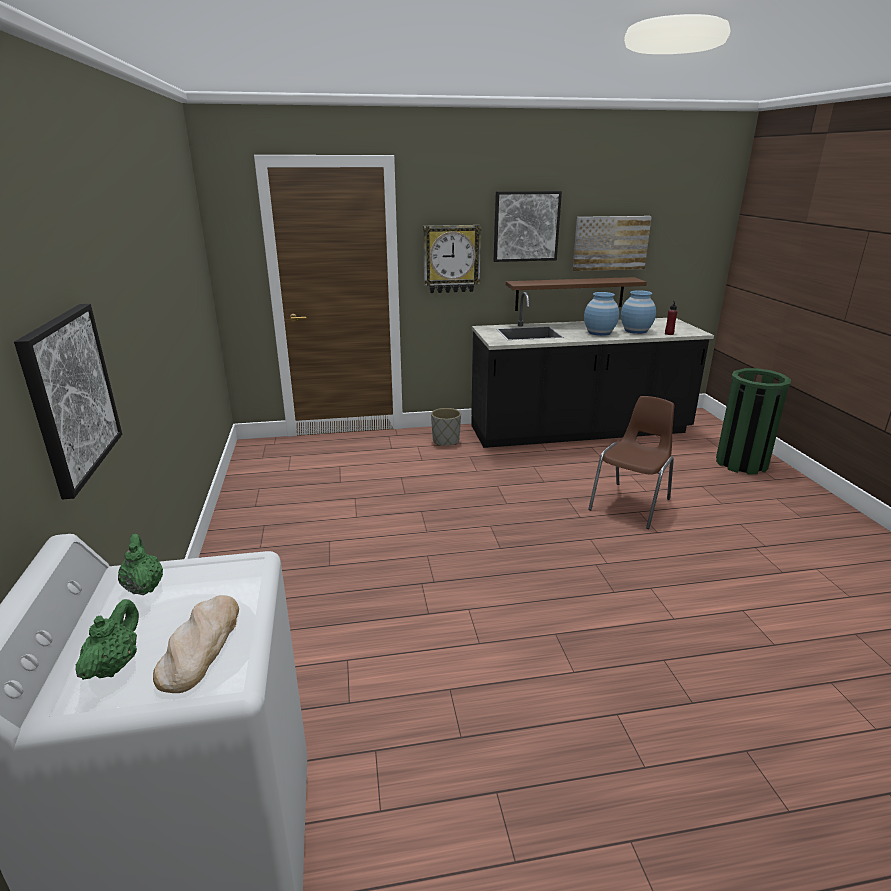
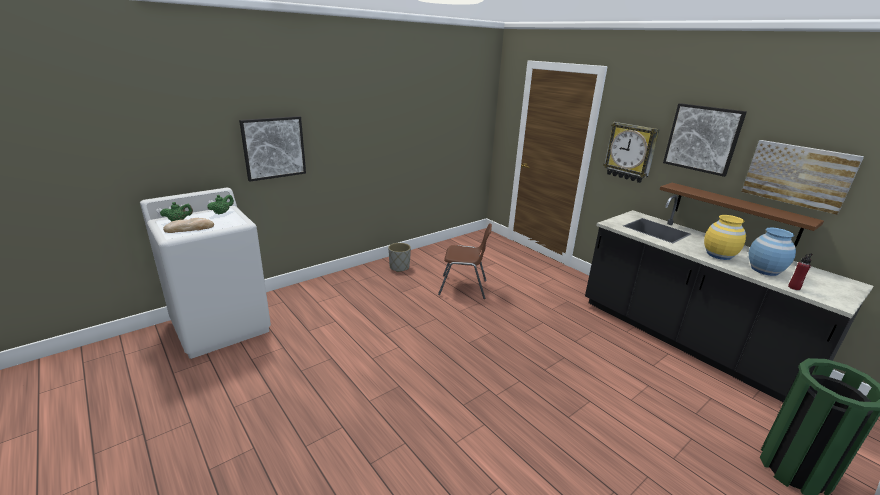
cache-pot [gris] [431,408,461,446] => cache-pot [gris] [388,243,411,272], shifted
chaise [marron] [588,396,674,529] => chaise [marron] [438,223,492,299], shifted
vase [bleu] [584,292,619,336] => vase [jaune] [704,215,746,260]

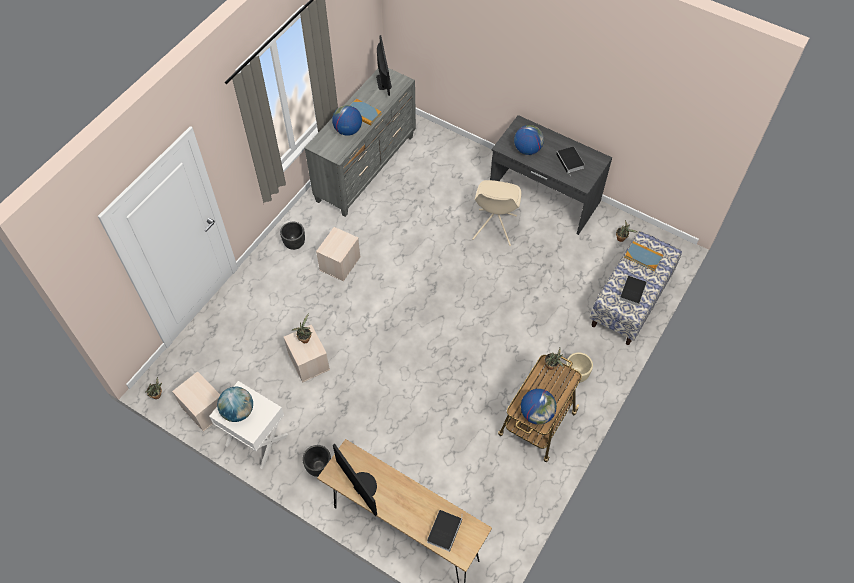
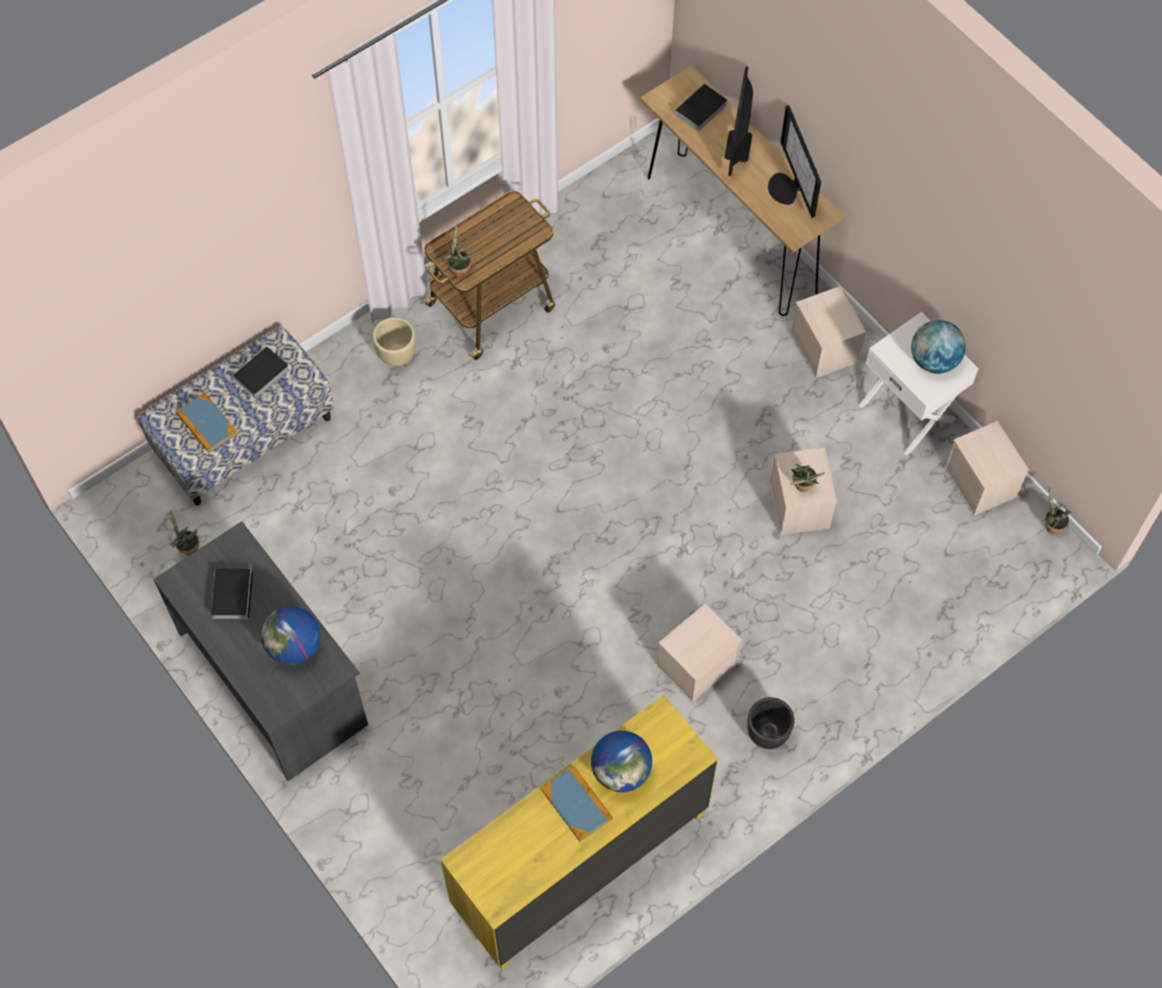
chaise [beige] [472,180,521,246] => nothing
globe [521,389,557,425] => nothing
écran d'ordinateur [376,35,392,96] => écran d'ordinateur [725,66,753,176], shifted
cache-pot [noir] [302,445,331,477] => boîte de rangement [beige] [790,286,866,378]
commode [gris] [305,68,416,217] => commode [jaune] [440,695,718,969]

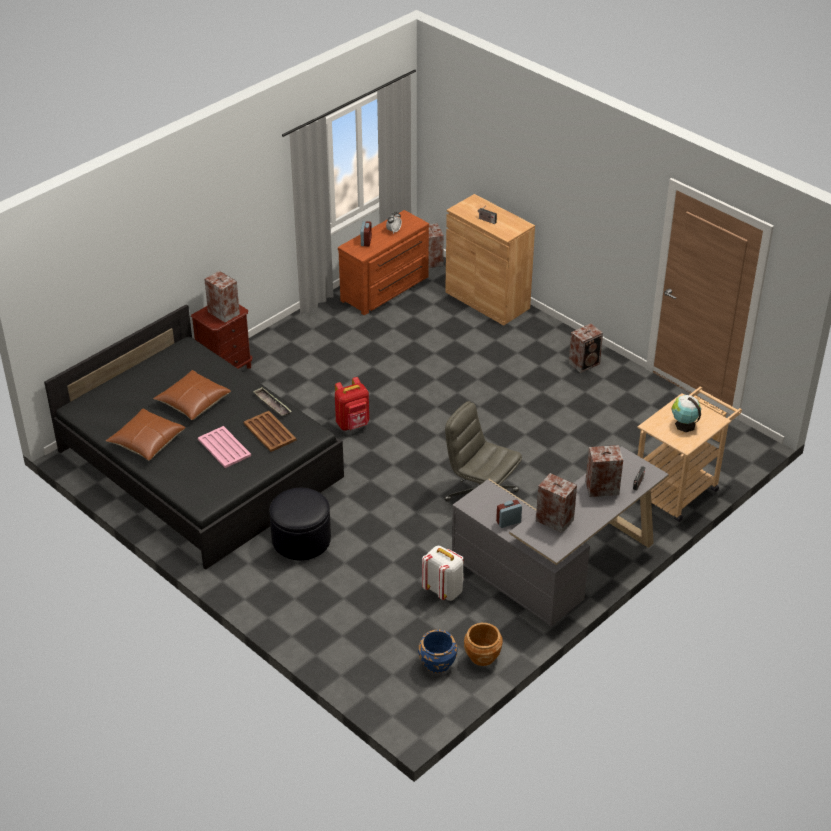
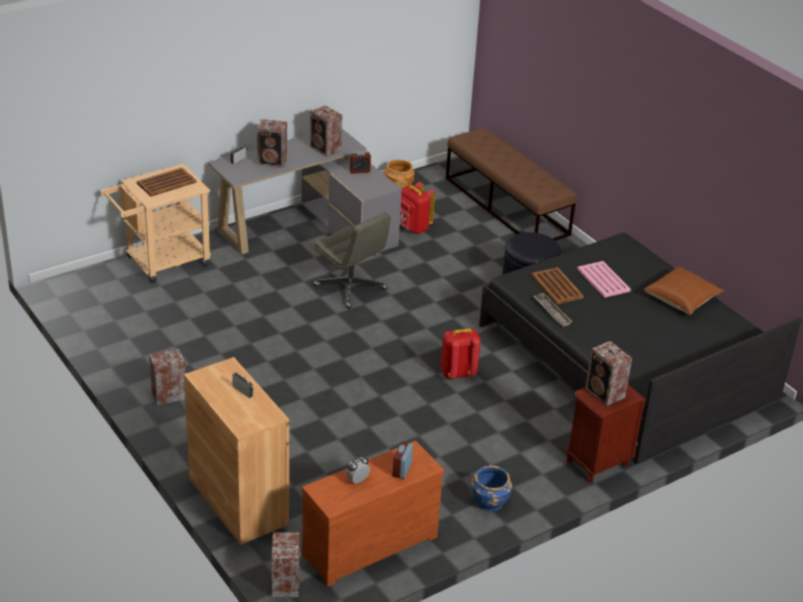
coussin [marron] [153,370,231,420] => nothing
nothing => banc [marron] [446,128,577,241]
cache-pot [bleu] [418,630,458,673] => cache-pot [bleu] [471,466,512,512], shifted
globe [672,395,701,432] => plateau [marron] [137,168,197,197]
sac à dos [blanc] [422,546,464,601] => sac à dos [rouge] [400,182,435,234]

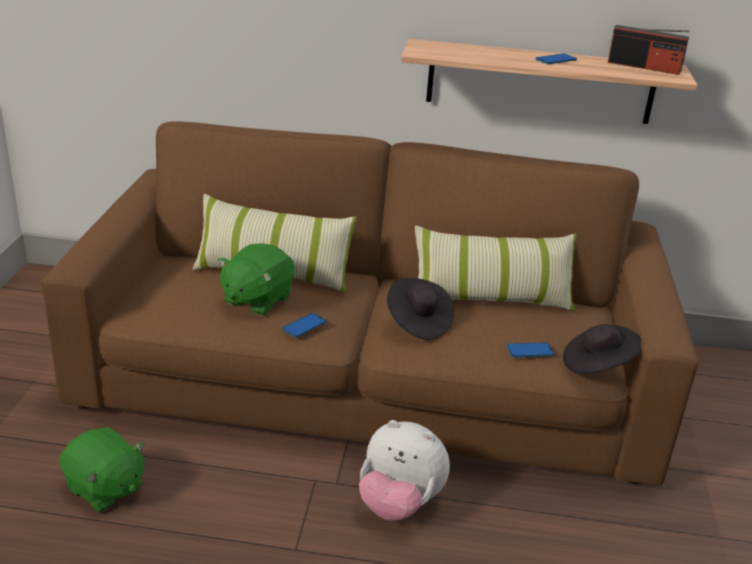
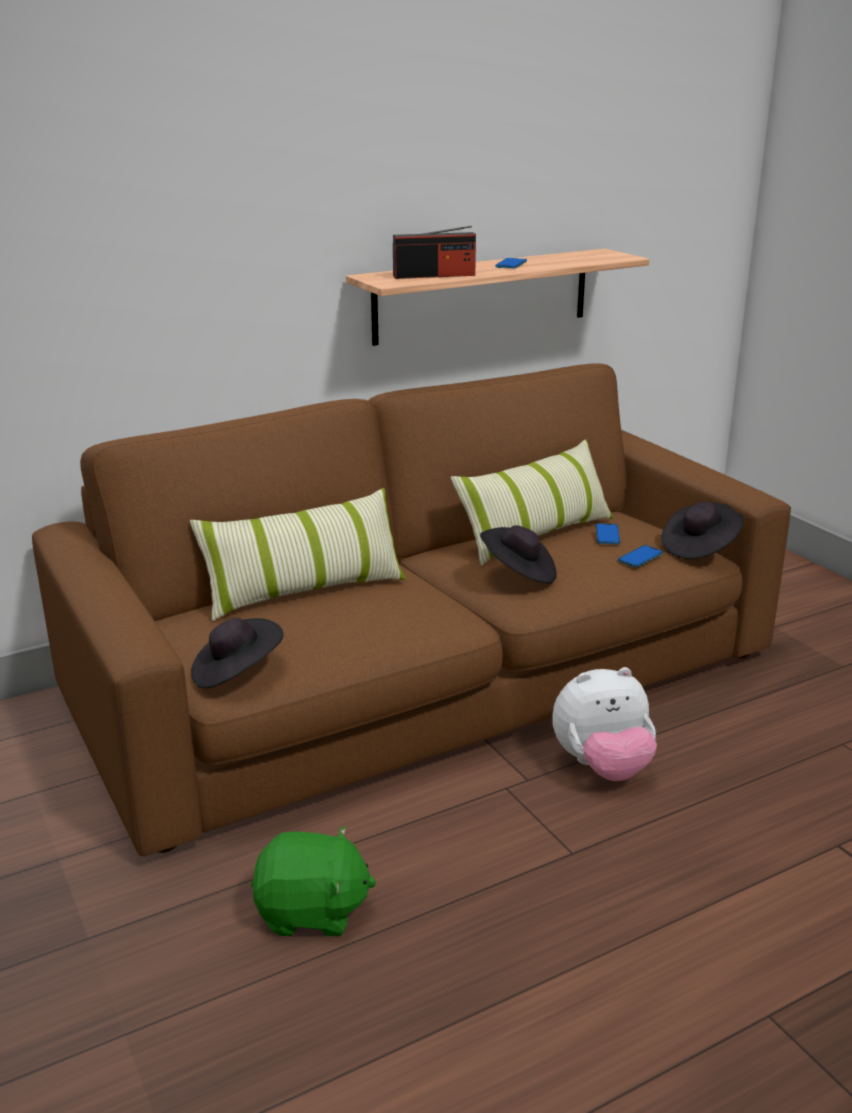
peluche [vert] [217,243,295,316] => nothing
nothing => chapeau [noir] [191,618,283,688]
téléphone [282,313,326,338] => téléphone [596,523,620,544], shifted
radio [608,25,689,75] => radio [393,226,476,279], shifted

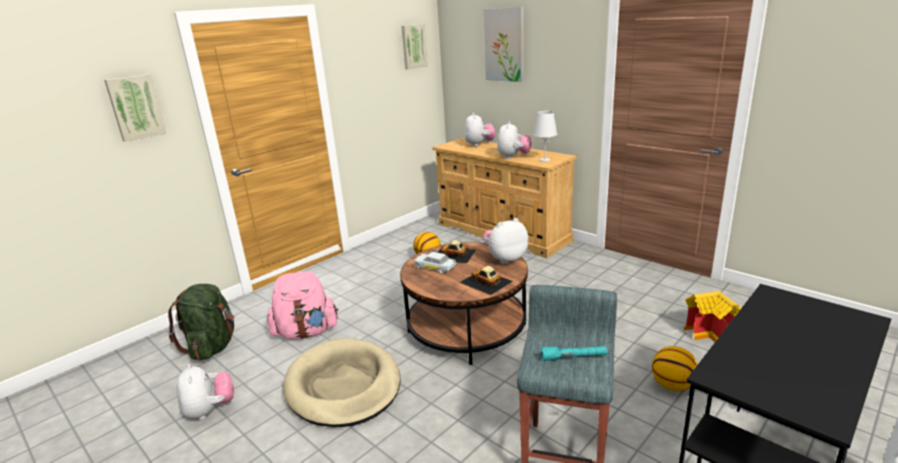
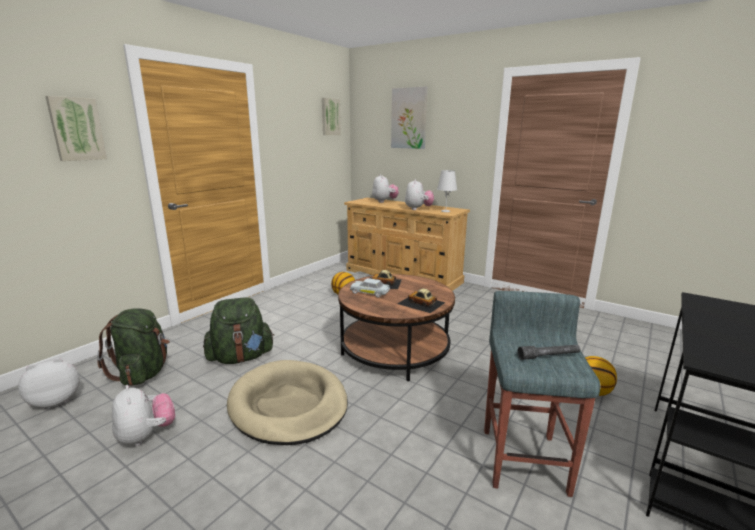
maison miniature [684,291,741,342] => nothing
peluche [483,218,528,264] => peluche [18,358,80,410], shifted
sac à dos [rose] [267,271,339,340] => sac à dos [vert] [203,297,274,364]
lampe de poche [turquoise] [541,346,608,361] => lampe de poche [gris] [517,345,580,360]

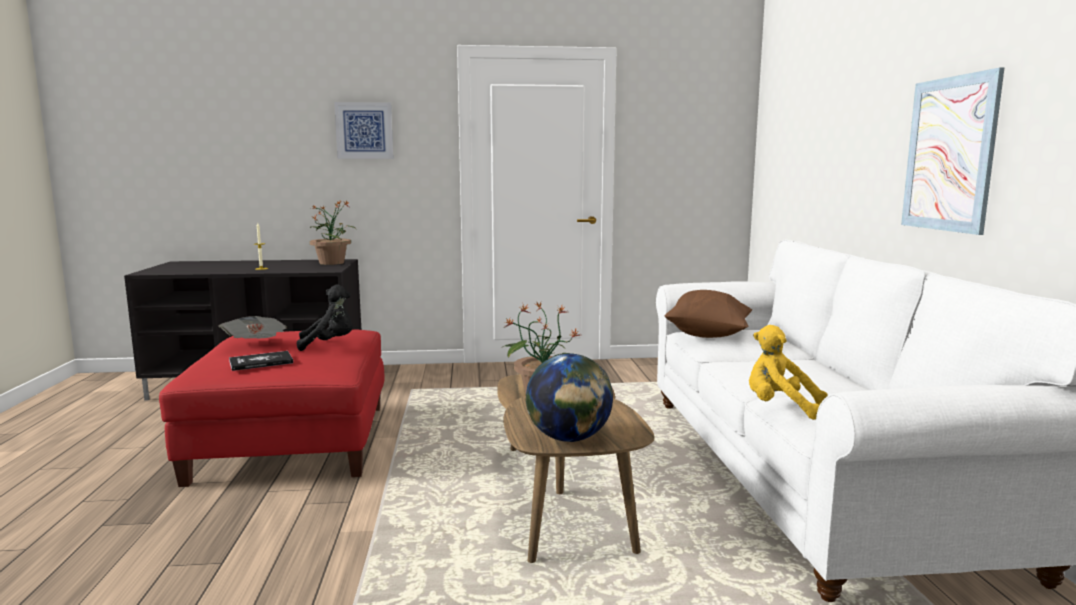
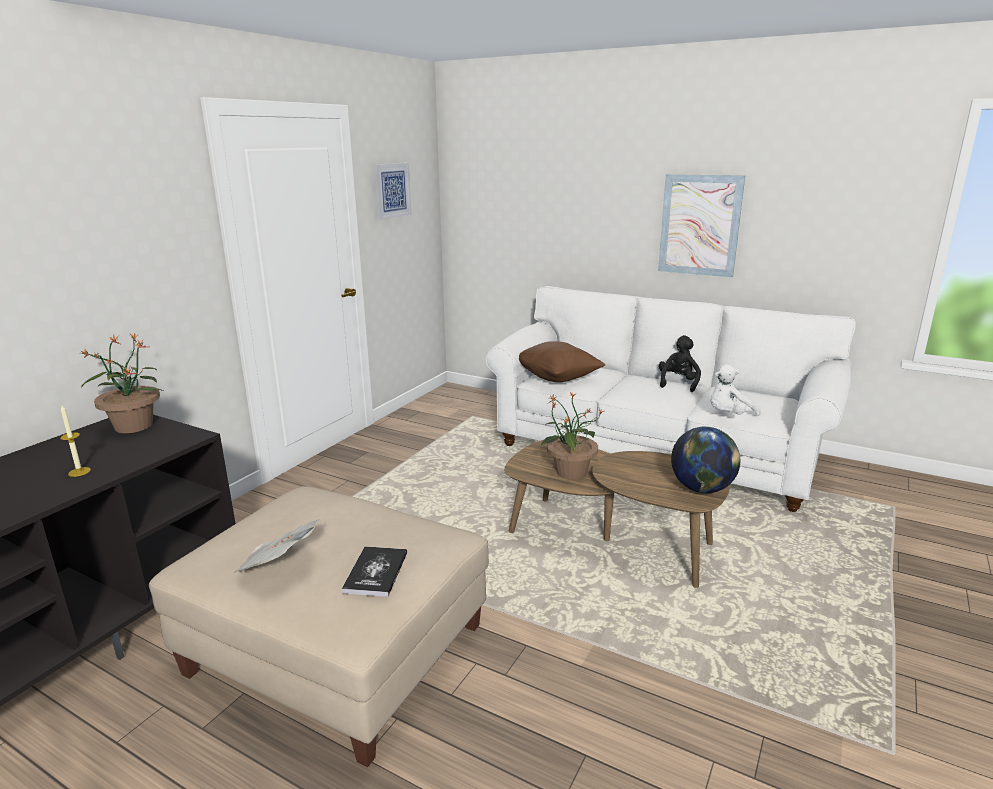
peluche [noir] [297,284,353,351] => peluche [noir] [659,335,701,392], shifted
tableau [334,102,393,159] => tableau [373,163,412,220], shifted
pouf [rouge] [159,329,385,487] => pouf [beige] [149,486,489,767]
peluche [jaune] [749,325,827,420] => peluche [blanc] [710,365,761,416]

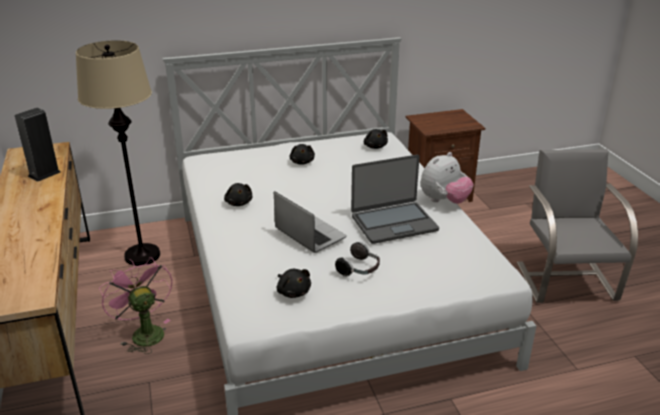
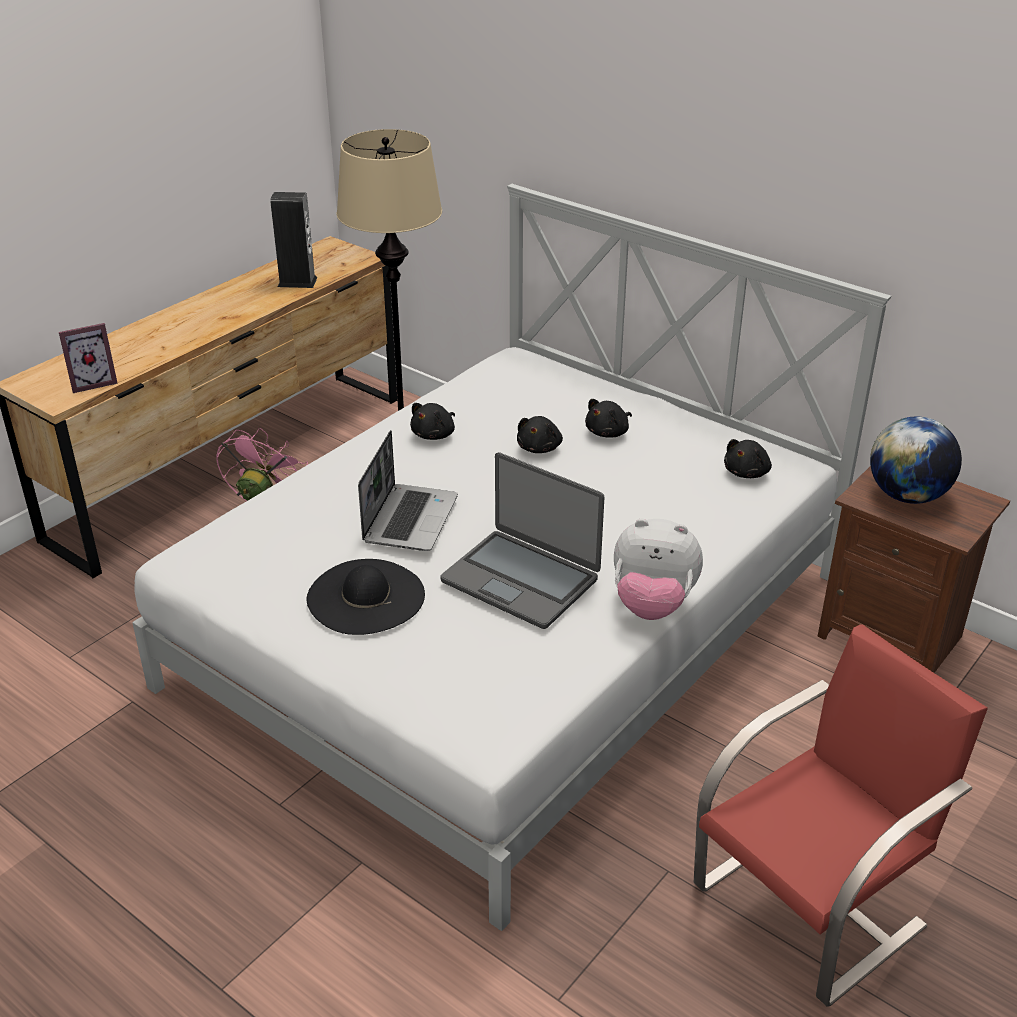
nothing => cadre photo [59,323,118,393]
nothing => globe [870,416,962,504]
peluche [noir] [277,269,311,298] => peluche [noir] [517,416,563,453], shifted
casque audio [335,242,380,277] => chapeau [noir] [307,559,425,635]
chaise [gris] [517,149,638,303] => chaise [rouge] [694,624,988,1007]

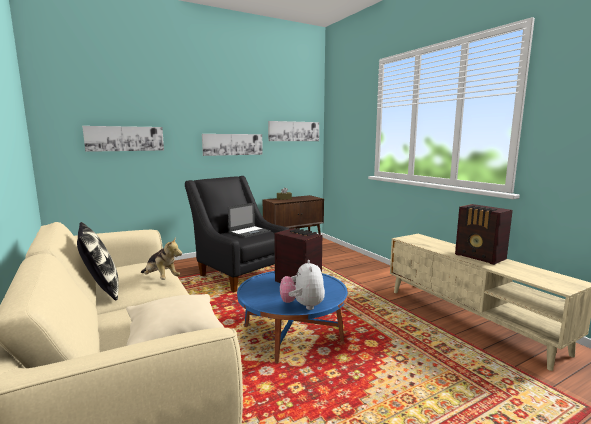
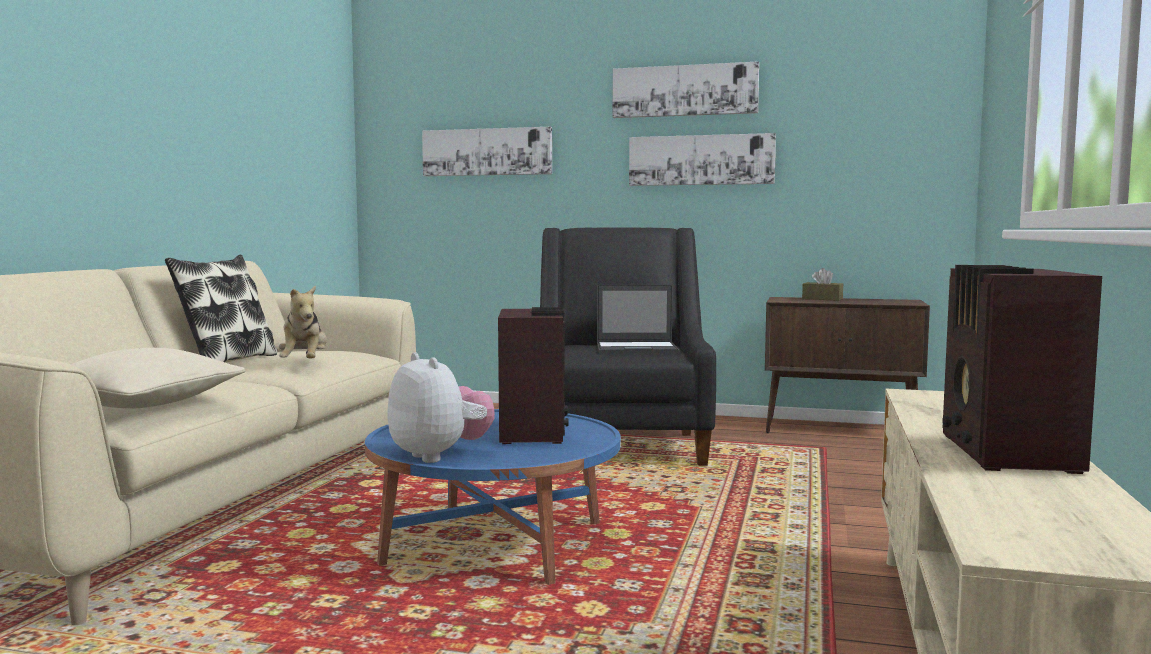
tableau [268,121,319,141] => tableau [613,61,759,118], shifted
peluche [280,260,325,310] => peluche [387,352,495,463], 105 degrees clockwise

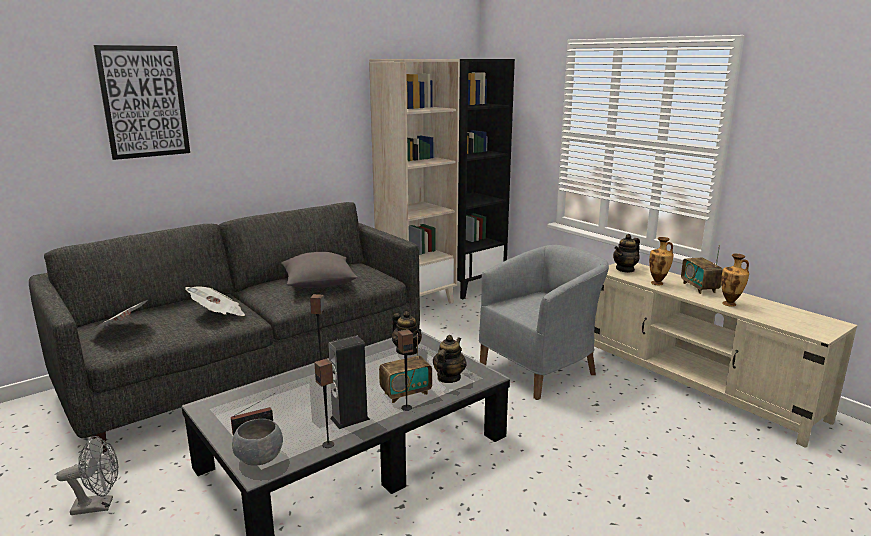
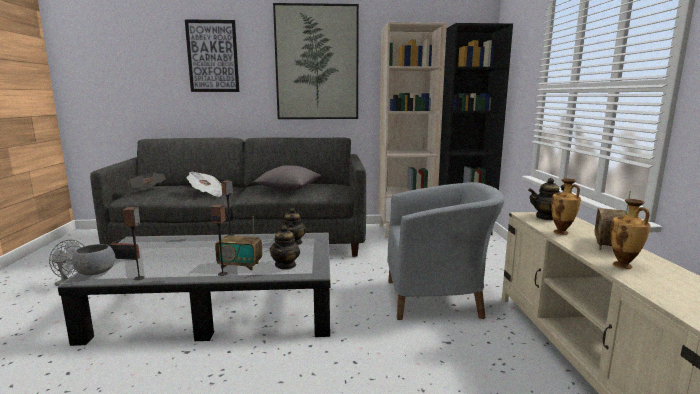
enceinte [328,335,370,429] => nothing
nothing => tableau [273,3,359,119]
théière [433,335,467,383] => théière [270,225,300,270], 135 degrees clockwise

